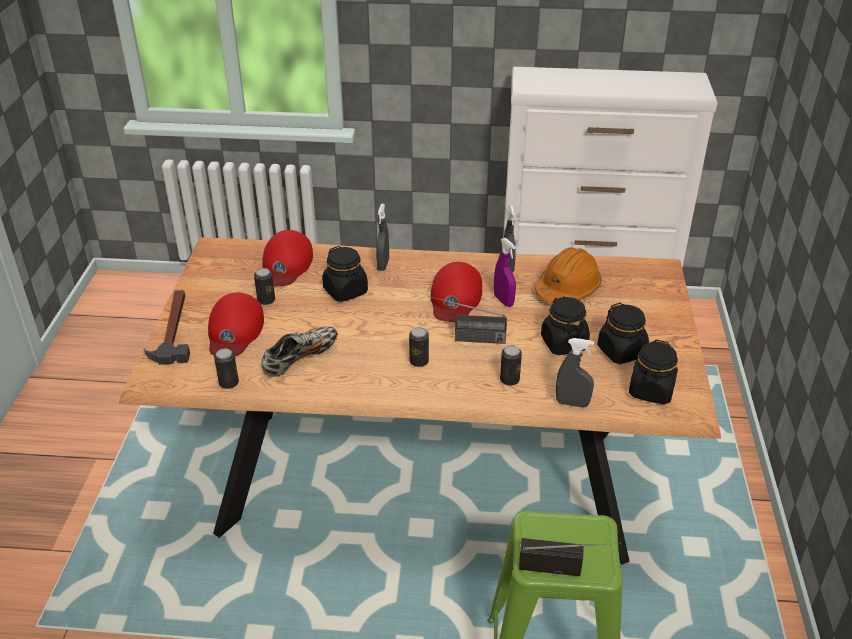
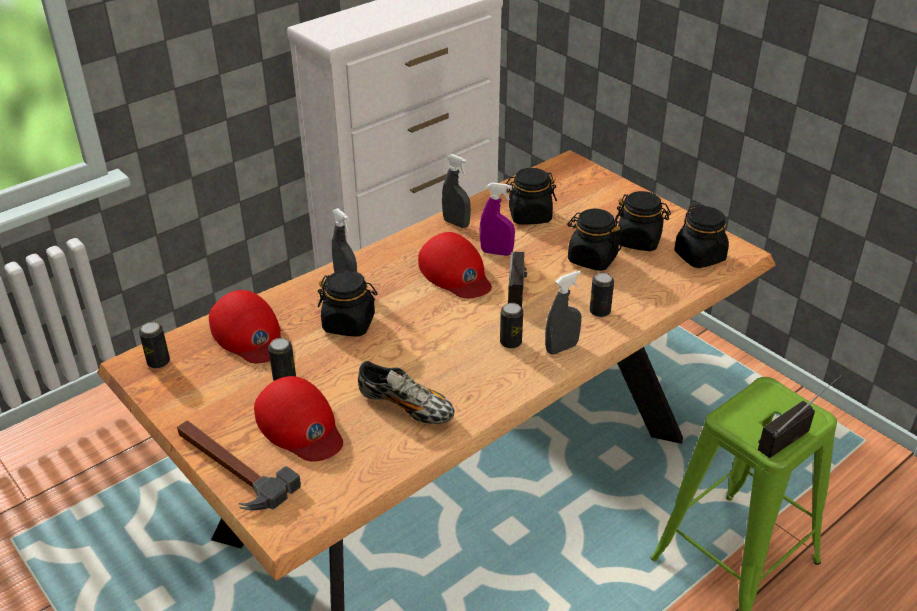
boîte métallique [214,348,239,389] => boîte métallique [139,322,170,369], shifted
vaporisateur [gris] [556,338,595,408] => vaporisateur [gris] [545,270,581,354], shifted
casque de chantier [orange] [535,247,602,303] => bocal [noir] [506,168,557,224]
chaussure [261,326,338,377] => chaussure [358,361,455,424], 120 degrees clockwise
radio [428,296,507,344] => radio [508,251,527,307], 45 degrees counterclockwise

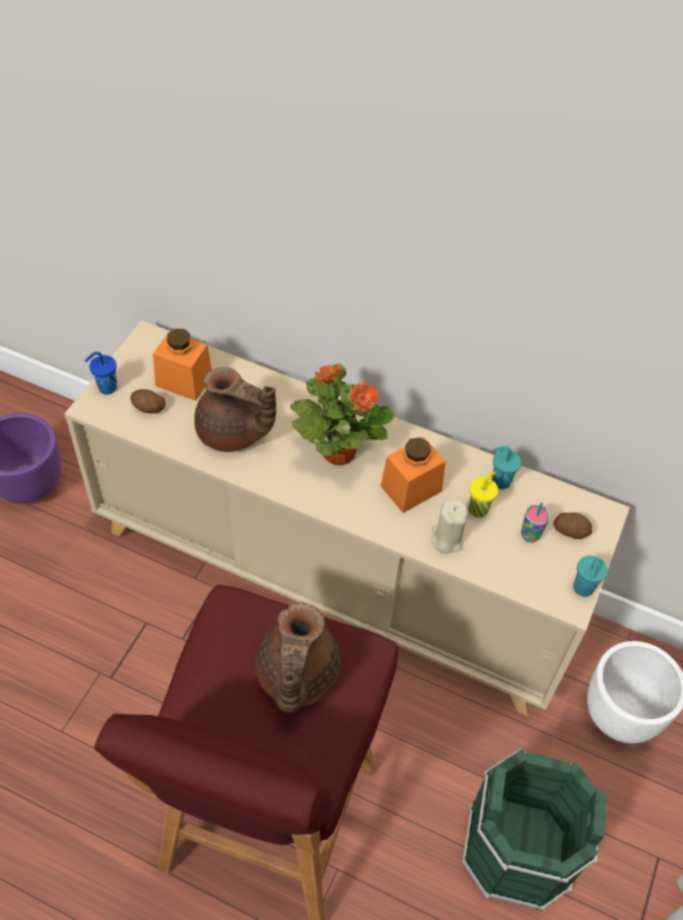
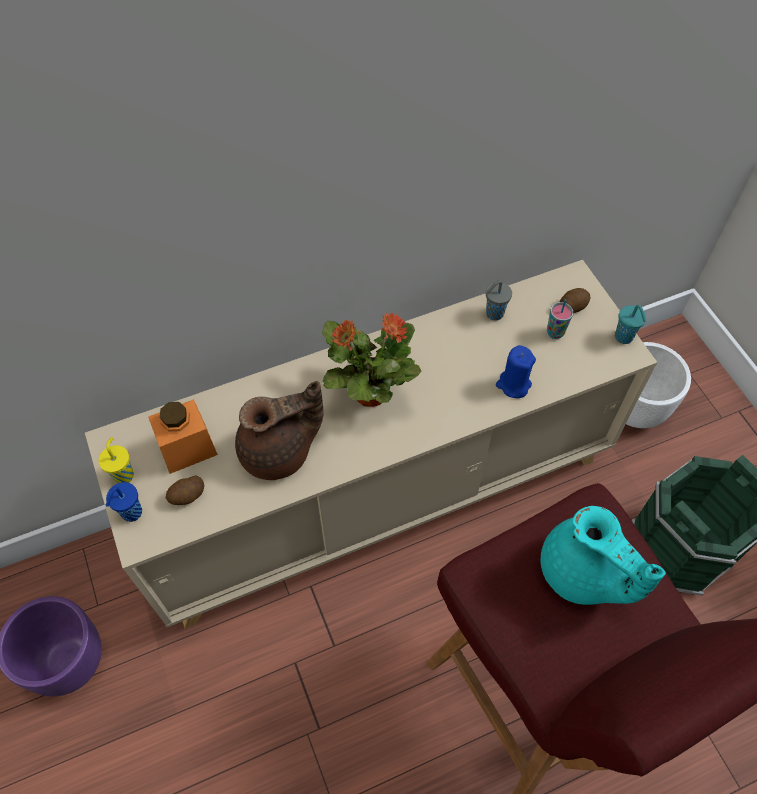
bocal [orange] [381,437,446,513] => nothing
tasse [jaune] [469,472,498,518] => tasse [jaune] [98,437,134,484], shifted
théière [marron] [254,603,341,712] => théière [turquoise] [540,506,666,605]
bougie [beige] [431,499,468,554] => bougie [bleu] [496,345,536,398]
tasse [turquoise] [492,446,521,489] => tasse [gris] [486,280,512,320]

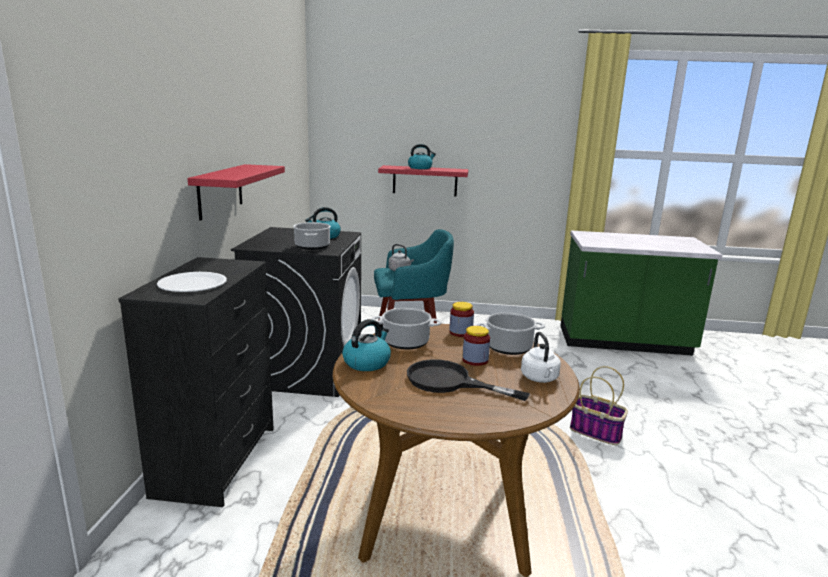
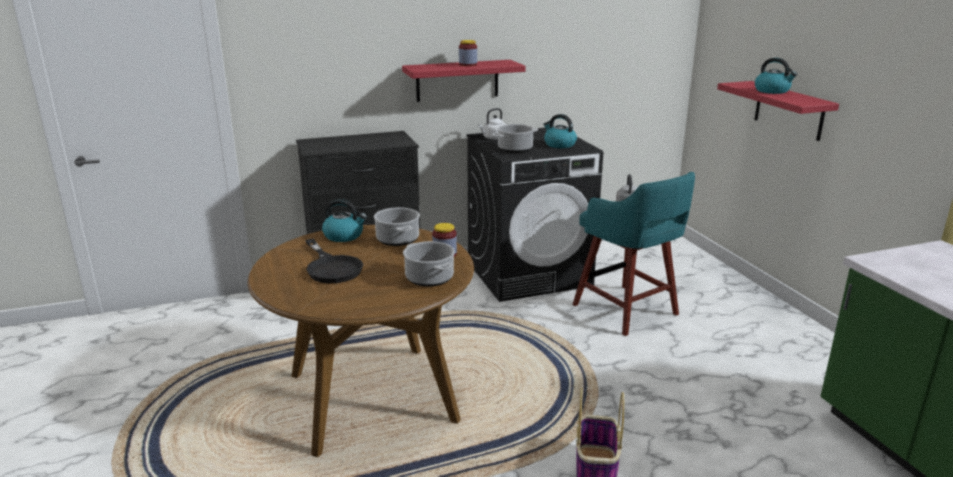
assiette [blanc] [157,272,227,292] => nothing
bocal [462,326,490,366] => bocal [459,40,477,66], shifted
bouilloire [blanc] [521,332,561,383] => bouilloire [blanc] [478,108,506,140], shifted
poêle [noir] [407,359,530,401] => poêle [noir] [305,238,363,283], 150 degrees clockwise

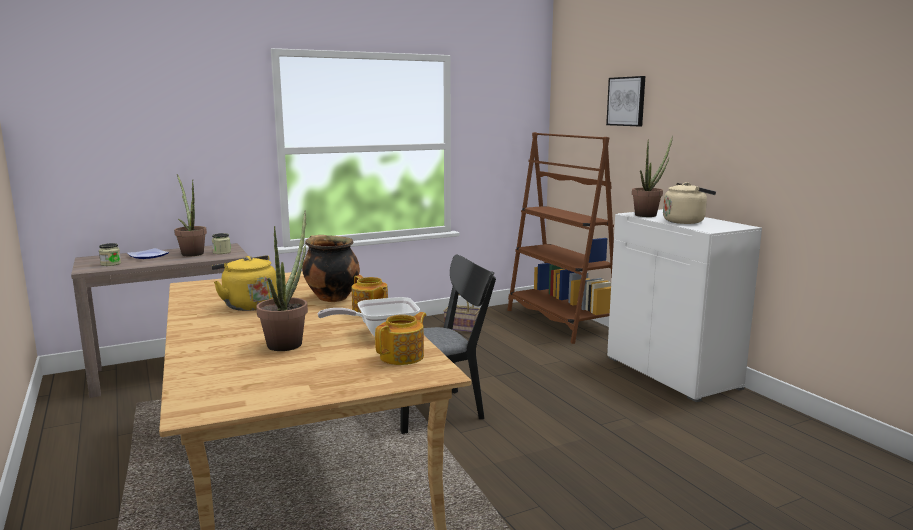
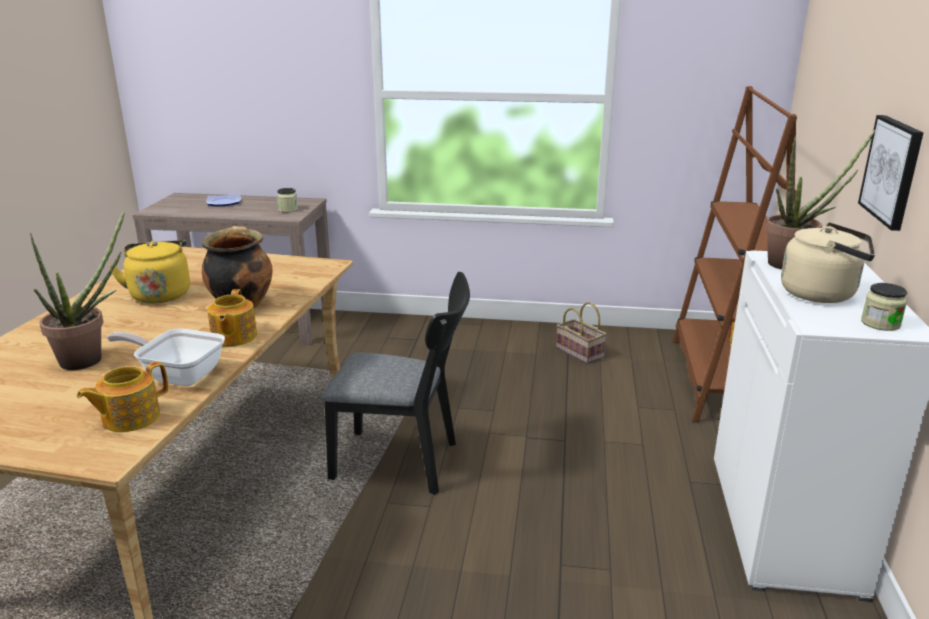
plante en pot [174,174,207,256] => nothing
bocal [99,243,121,266] => bocal [861,283,907,331], shifted
tableau [606,76,645,126] => tableau [858,115,924,231], shifted
théière [375,312,427,365] => théière [77,361,168,432], 150 degrees clockwise

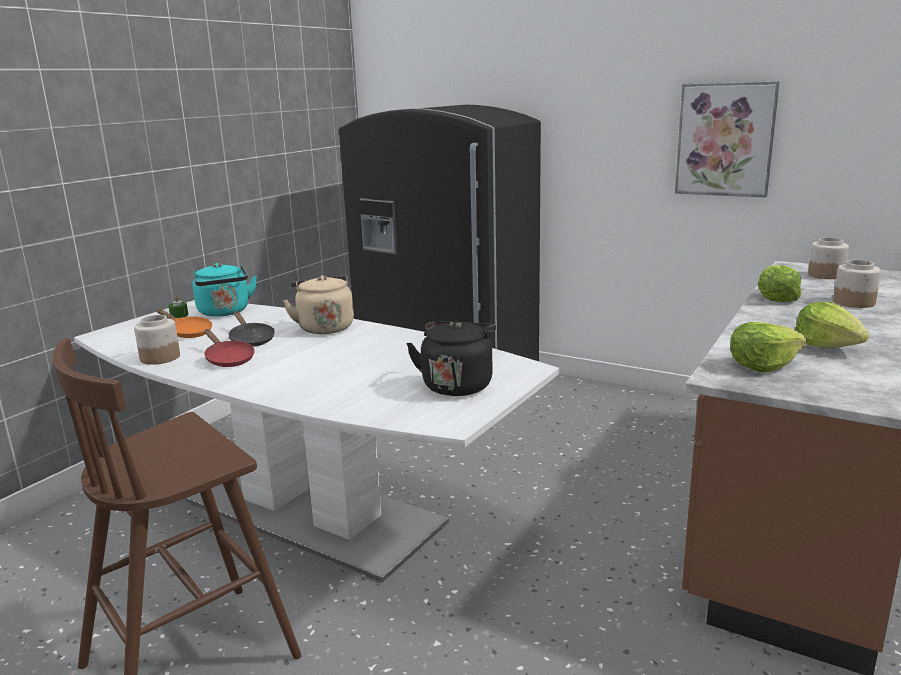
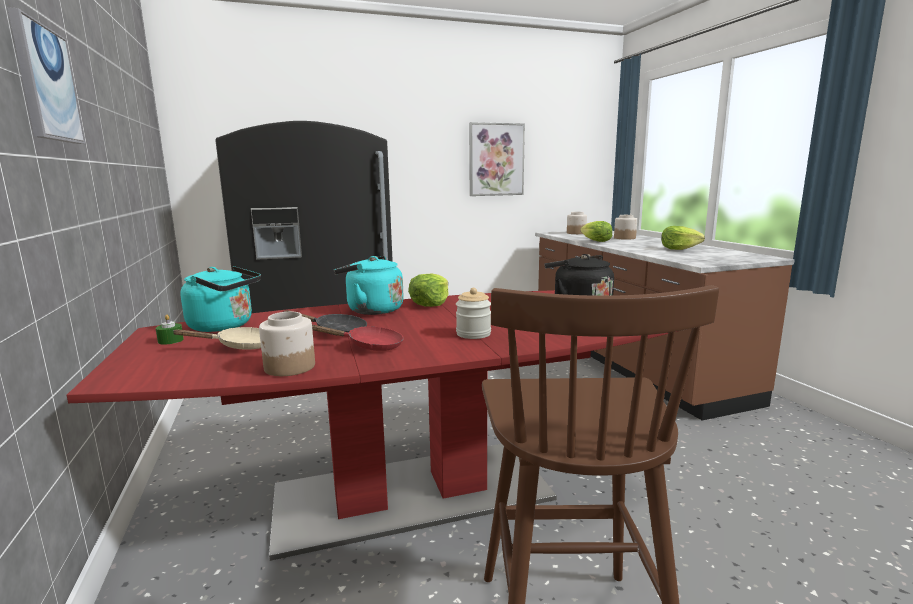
nothing => tableau [7,7,85,144]
nothing => bocal [456,288,491,339]
laitue [730,322,806,372] => laitue [408,274,448,307], shifted
table à manger [blanc] [74,300,559,582] => table à manger [rouge] [67,290,677,561]
poêle [orange] [157,309,212,338] => poêle [beige] [172,327,261,350]
bouilloire [beige] [283,275,354,334] => bouilloire [turquoise] [334,256,404,315]

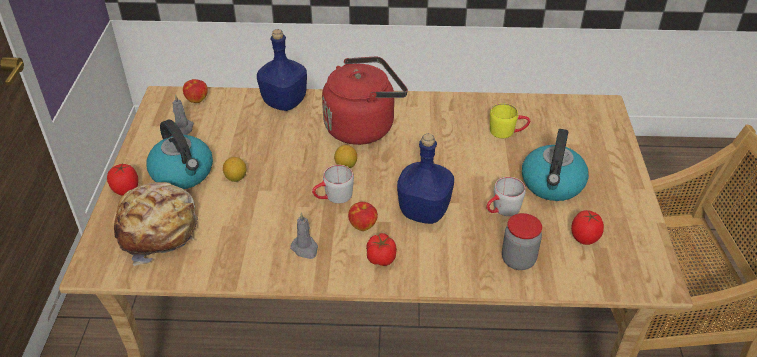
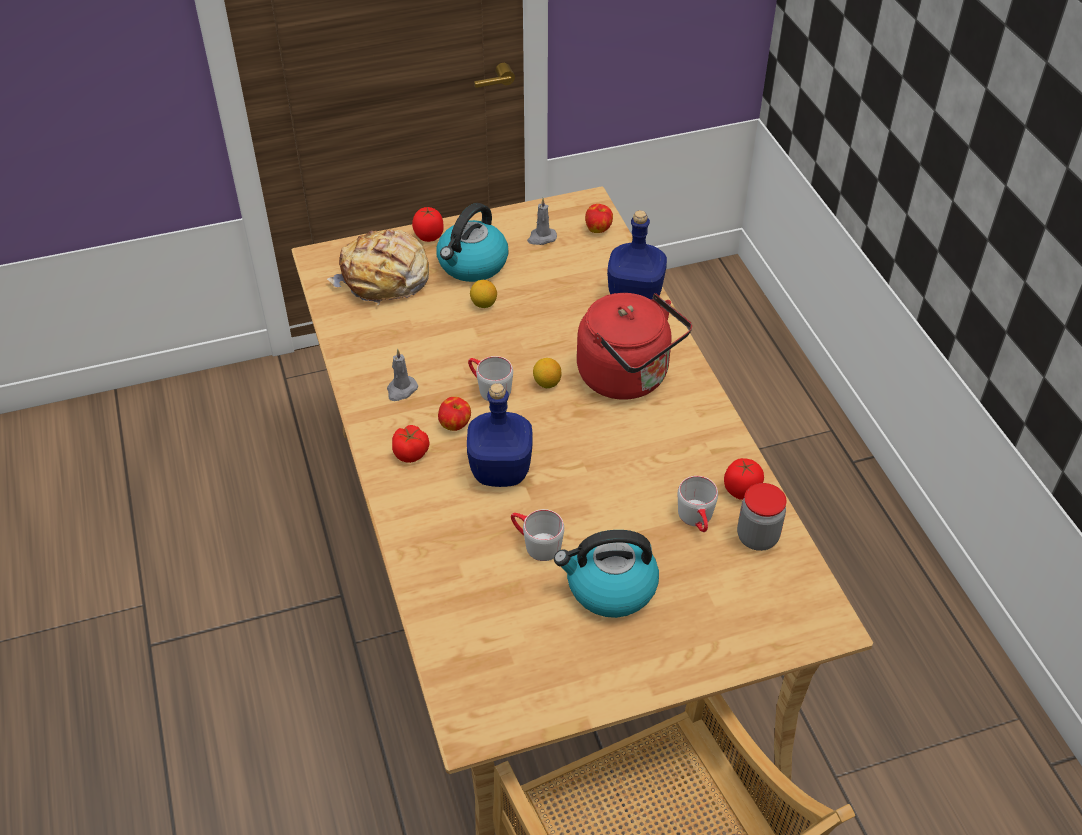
bocal [502,213,542,270] => bocal [737,483,787,551], shifted
tomate [571,210,604,245] => tomate [724,458,764,500], shifted
mug [jaune] [490,103,530,138] => mug [gris] [678,476,718,532]

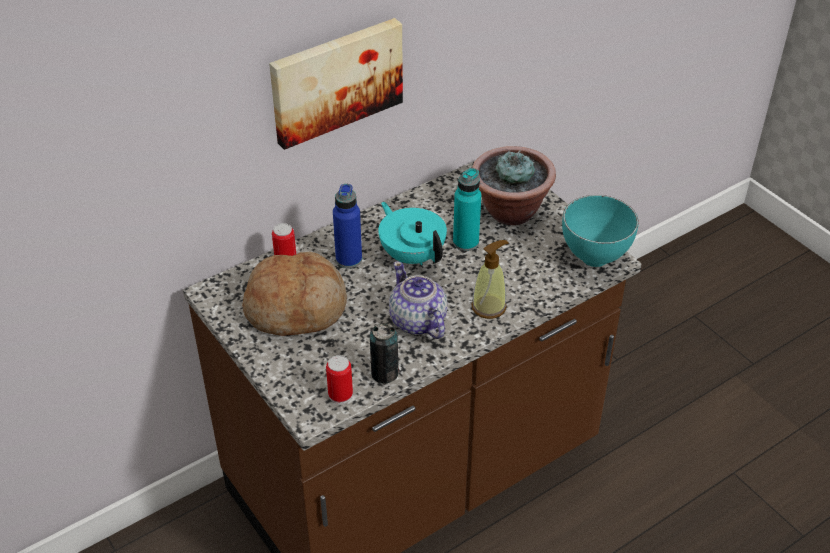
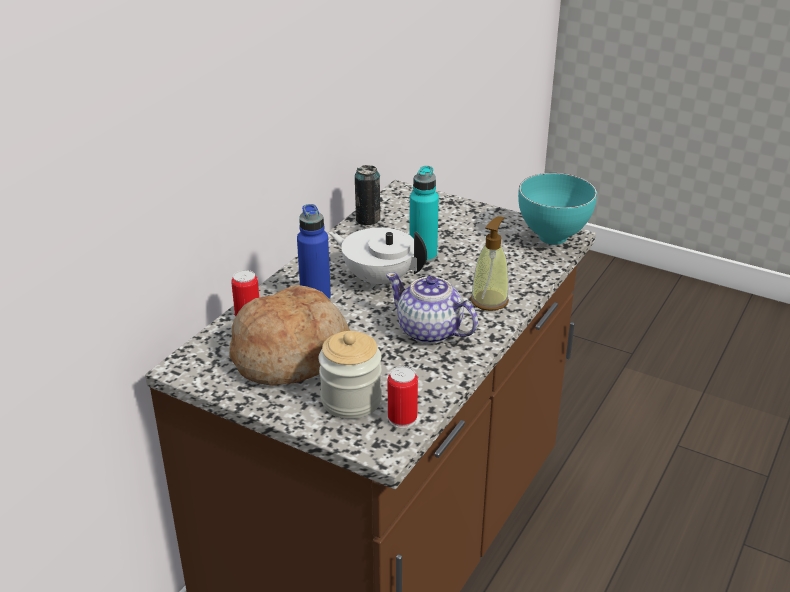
tableau [269,18,403,150] => nothing
plante en pot [472,146,556,225] => nothing
nothing => bocal [319,331,382,419]
boîte métallique [370,323,399,384] => boîte métallique [355,165,380,226], shifted
théière [turquoise] [378,202,447,265] => théière [blanc] [329,227,427,288]

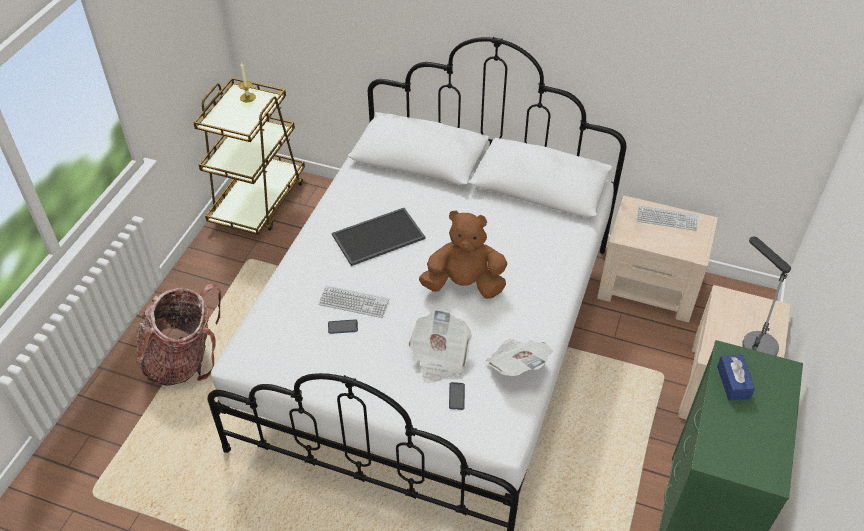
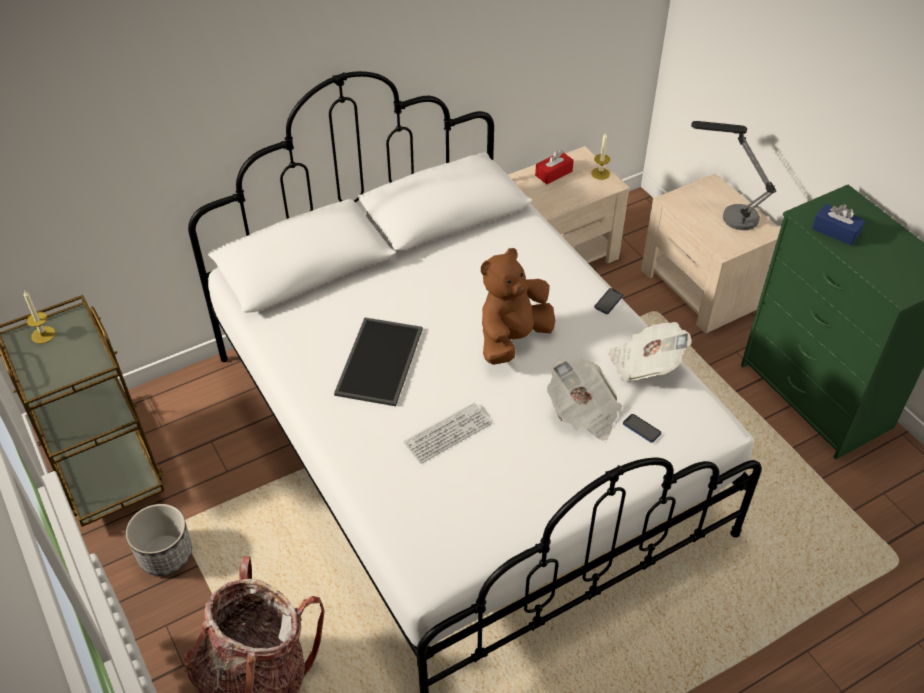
nothing => cache-pot [126,504,192,576]
nothing => bougie [591,132,610,180]
téléphone [328,319,358,334] => téléphone [594,288,623,314], shifted
clavier [637,205,698,231] => boîte à mouchoirs [rouge] [535,150,574,184]

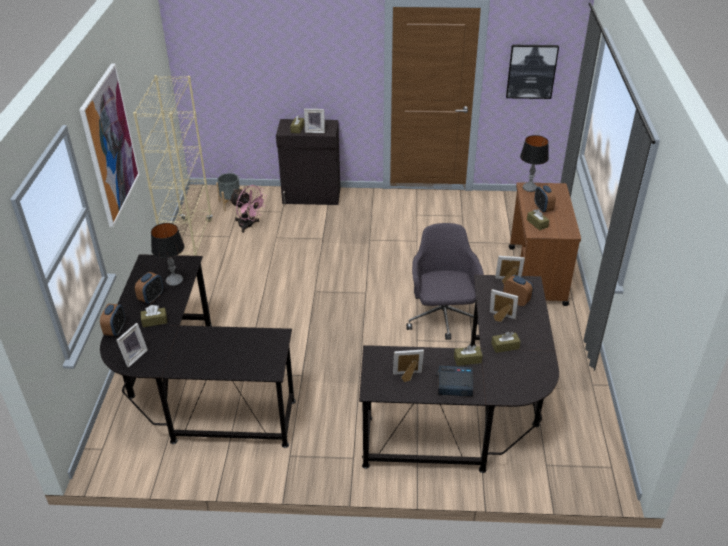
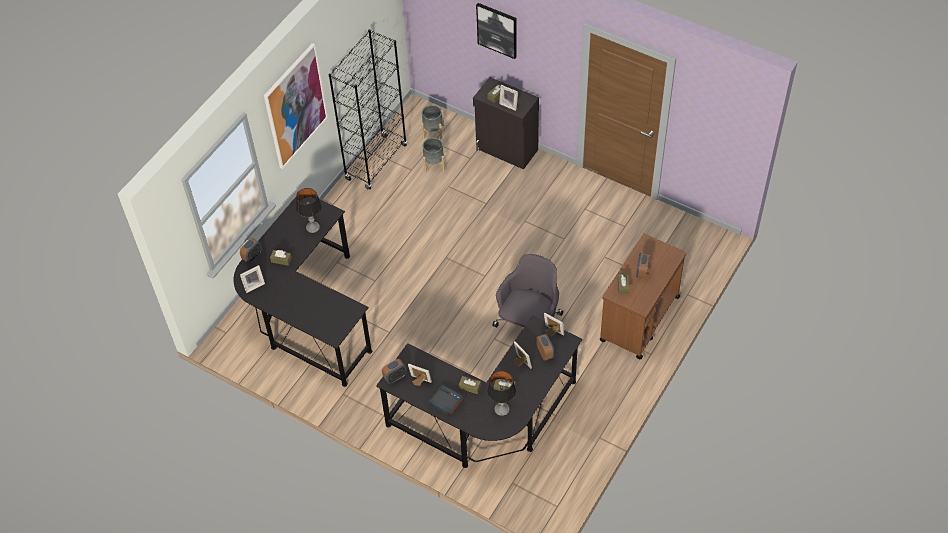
réveil [135,272,163,304] => réveil [382,359,407,384], shifted
tableau [506,45,559,99] => tableau [476,3,517,59], shifted
lampe de table [520,135,549,192] => lampe de table [487,371,516,416], shifted
ventilateur [rose] [229,185,267,233] => cache-pot [gris] [423,138,445,173]
bibliothèque [beige] [133,75,213,256] => bibliothèque [noir] [329,29,407,190]

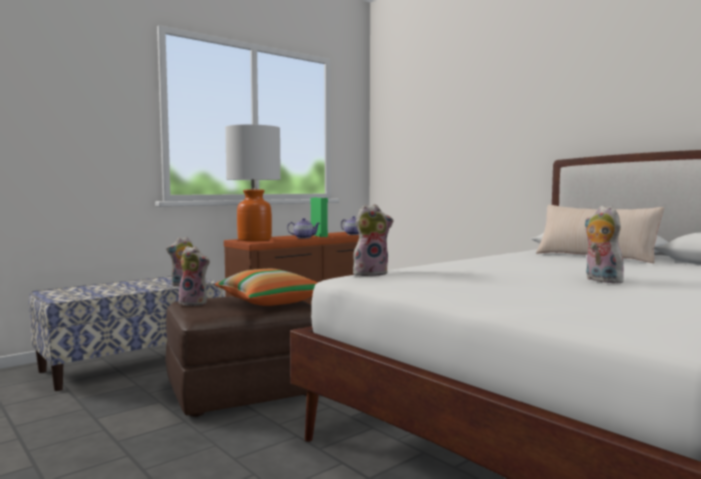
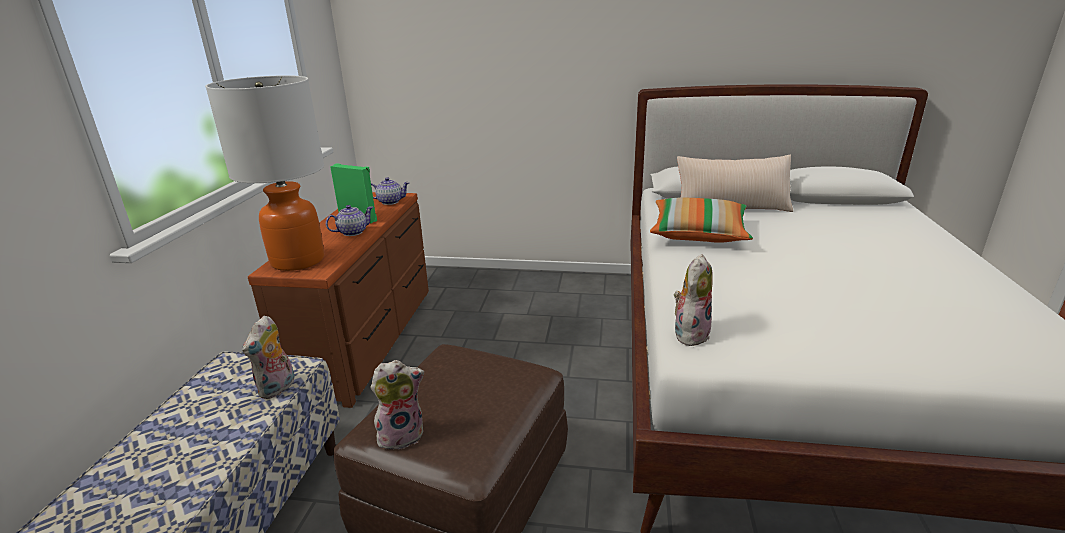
peluche [584,205,627,283] => nothing
coussin [215,269,318,306] => coussin [650,197,753,243], shifted

